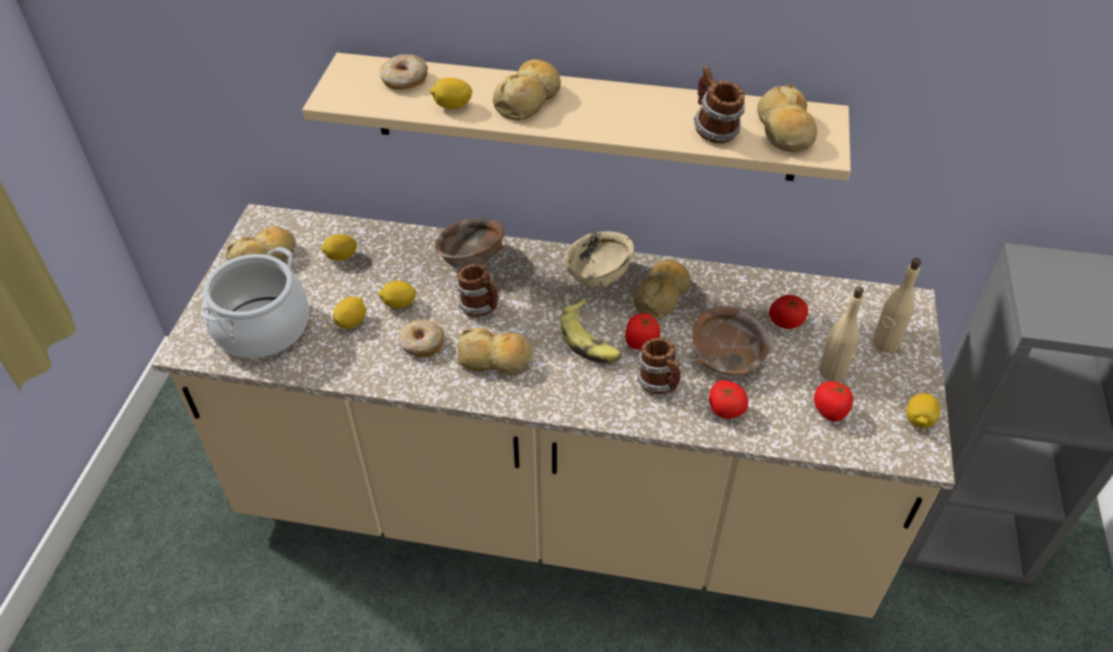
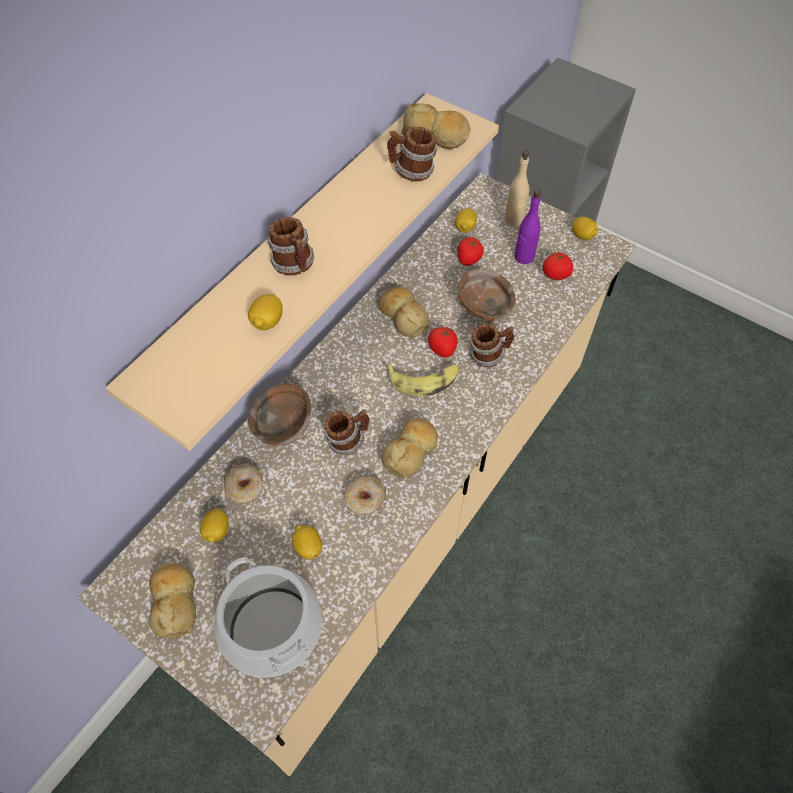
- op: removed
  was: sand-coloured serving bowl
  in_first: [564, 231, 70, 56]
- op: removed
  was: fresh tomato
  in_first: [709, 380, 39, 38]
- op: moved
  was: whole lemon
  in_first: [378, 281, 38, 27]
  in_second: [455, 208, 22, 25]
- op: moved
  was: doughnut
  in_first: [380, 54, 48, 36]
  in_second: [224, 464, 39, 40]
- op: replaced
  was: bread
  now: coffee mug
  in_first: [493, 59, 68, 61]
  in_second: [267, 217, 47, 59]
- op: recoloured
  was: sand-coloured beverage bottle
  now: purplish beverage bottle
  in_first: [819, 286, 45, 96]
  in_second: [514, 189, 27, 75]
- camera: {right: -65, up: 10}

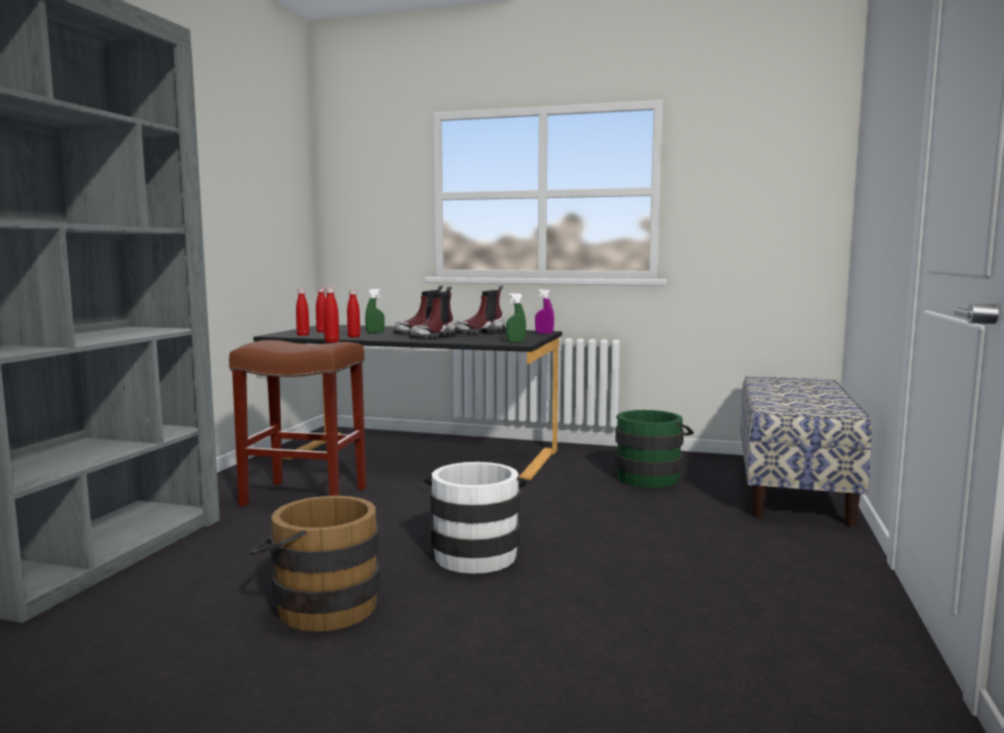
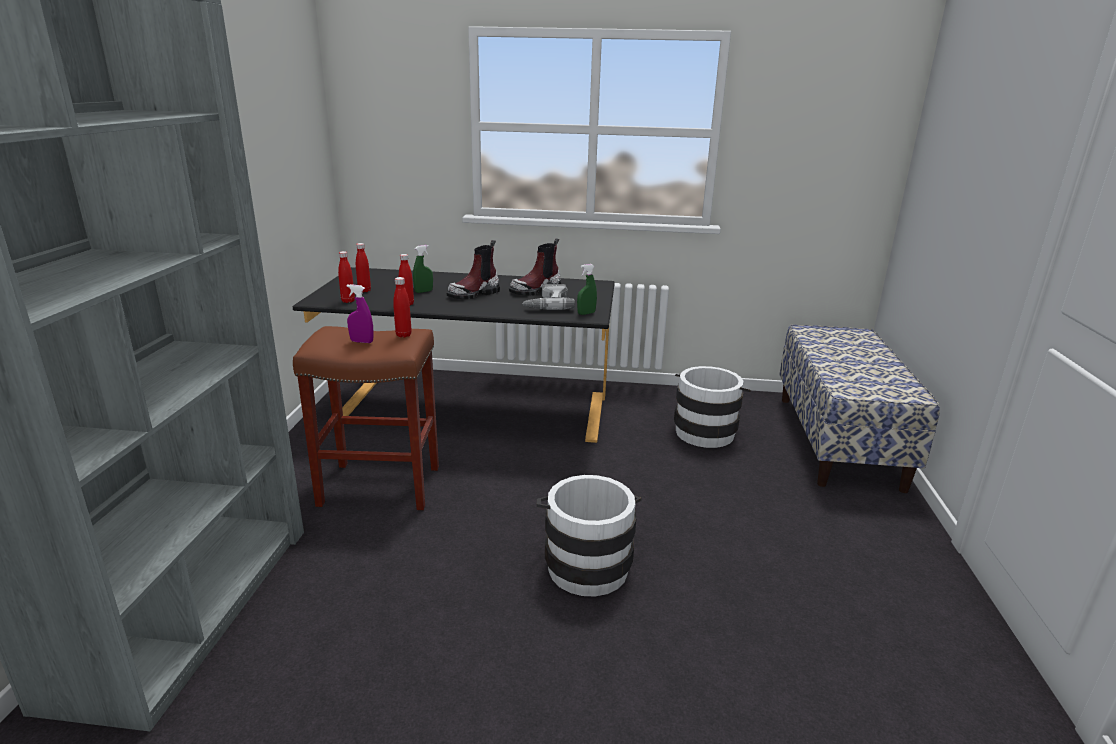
- op: removed
  was: brownish water bucket
  in_first: [249, 496, 131, 136]
- op: removed
  was: tall boot
  in_first: [409, 287, 47, 53]
- op: added
  now: power drill
  in_second: [522, 284, 53, 26]
- op: moved
  was: purplish spray bottle
  in_first: [535, 289, 19, 45]
  in_second: [347, 284, 27, 59]
- op: recoloured
  was: green-coloured water bucket
  now: white-coloured water bucket
  in_first: [615, 410, 79, 78]
  in_second: [674, 366, 77, 82]
- camera: {right: -10, up: 15}

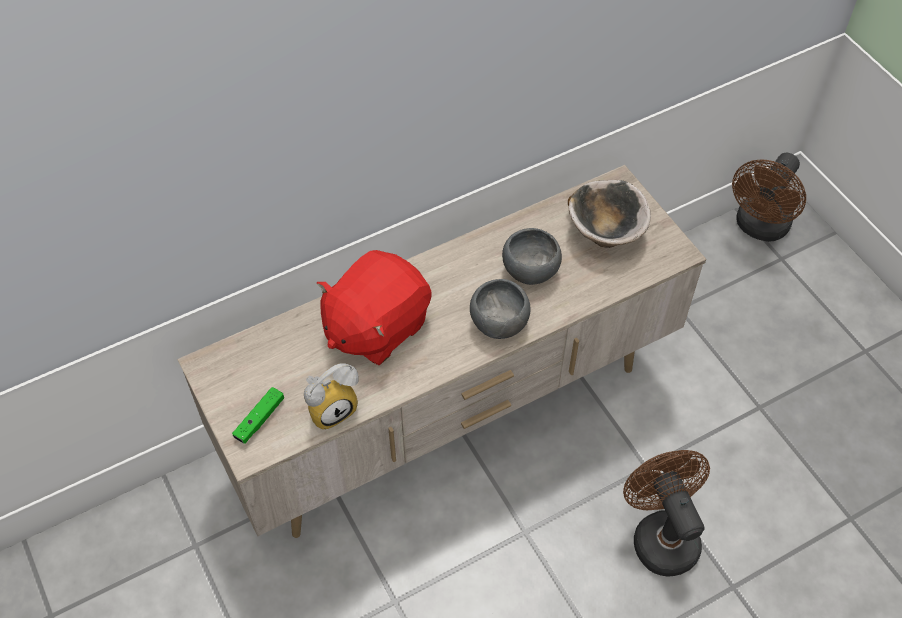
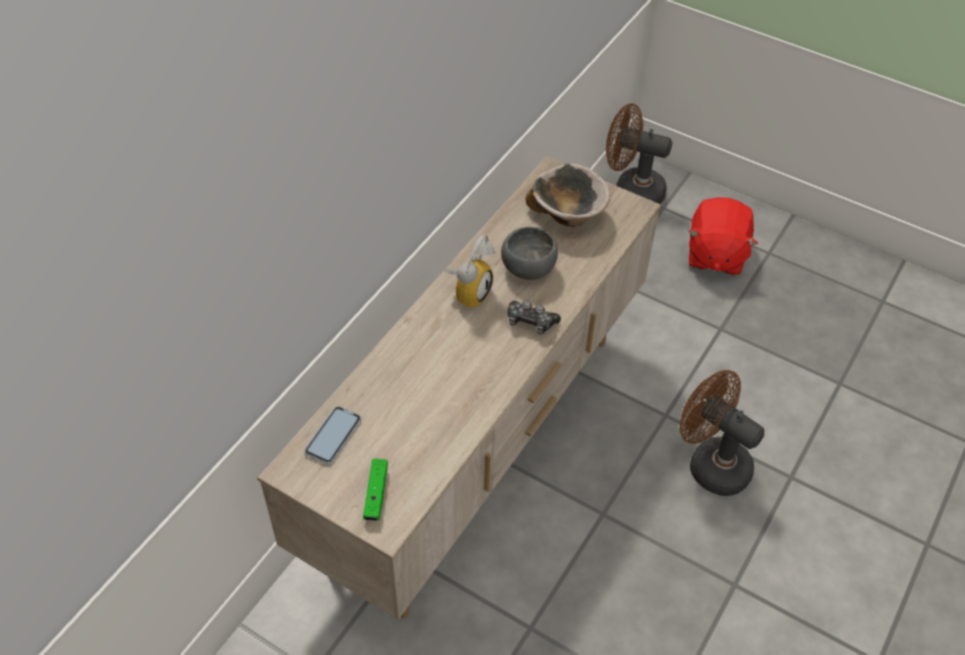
- op: added
  now: phone
  in_second: [305, 406, 56, 58]
- op: moved
  was: table clock
  in_first: [304, 363, 55, 67]
  in_second: [444, 235, 51, 74]
- op: moved
  was: red cuddly toy
  in_first: [317, 250, 115, 115]
  in_second: [688, 197, 70, 78]
- op: replaced
  was: greyish serving bowl
  now: game controller
  in_first: [470, 279, 60, 60]
  in_second: [508, 300, 53, 34]
- op: turned
  was: brownish electric fan
  in_first: [732, 153, 74, 89]
  in_second: [606, 103, 66, 101]
  clockwise: 105
- camera: {right: -30, up: -5}

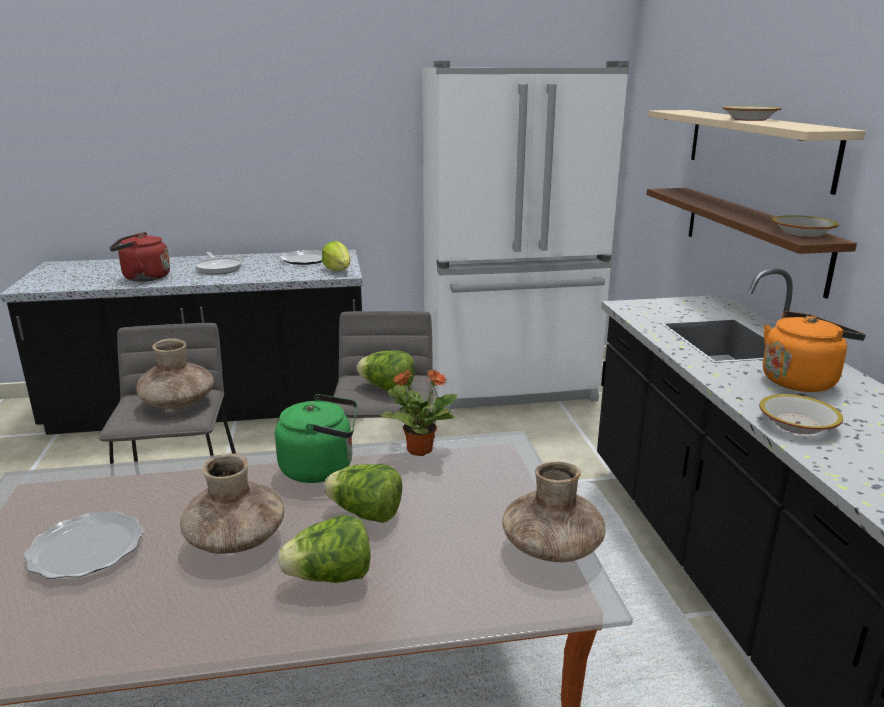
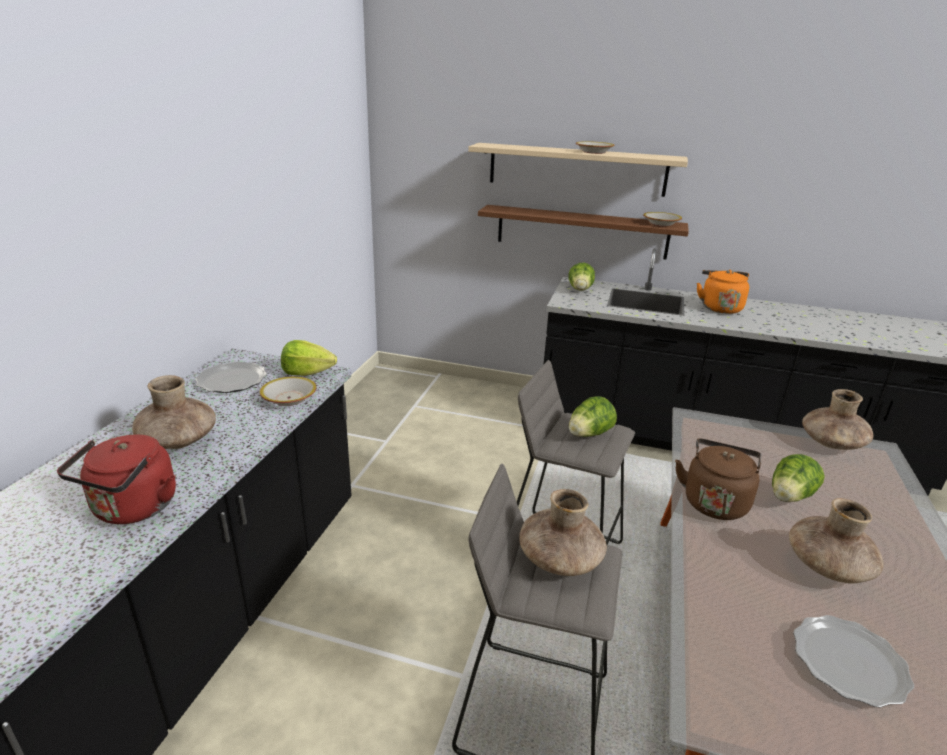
- op: removed
  was: potted plant
  in_first: [380, 370, 77, 86]
- op: removed
  was: white-coloured kitchen fridge
  in_first: [422, 61, 207, 351]
- op: moved
  was: head of lettuce
  in_first: [278, 515, 92, 68]
  in_second: [568, 263, 27, 28]
- op: moved
  was: serving bowl
  in_first: [759, 394, 84, 40]
  in_second: [260, 376, 57, 30]
- op: replaced
  was: frying pan
  now: brownish decorative vase
  in_first: [195, 252, 47, 22]
  in_second: [132, 375, 84, 74]
- op: recoloured
  was: green-coloured kettle
  now: brownish kettle
  in_first: [275, 394, 82, 89]
  in_second: [675, 438, 86, 82]
- camera: {right: -65, up: 5}

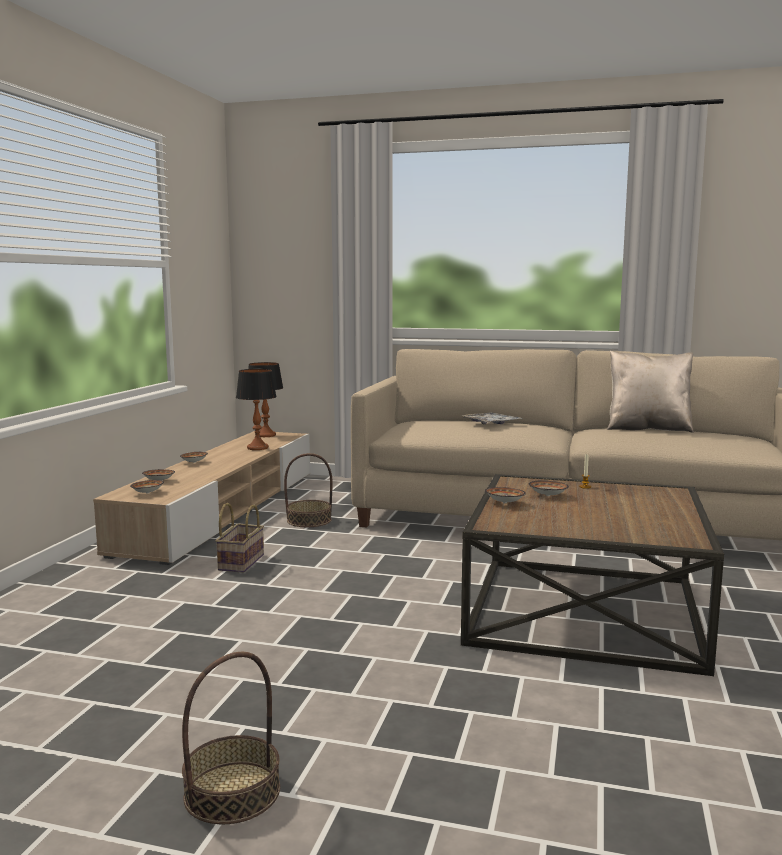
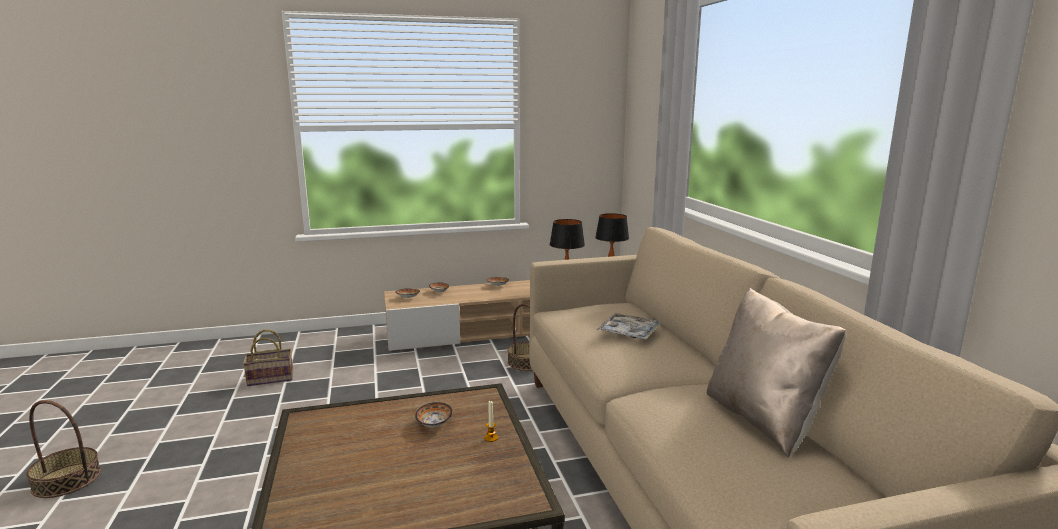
- op: removed
  was: serving bowl
  in_first: [485, 487, 41, 16]
- op: moved
  was: storage basket
  in_first: [215, 503, 49, 70]
  in_second: [243, 330, 50, 56]
- camera: {right: 60, up: 5}

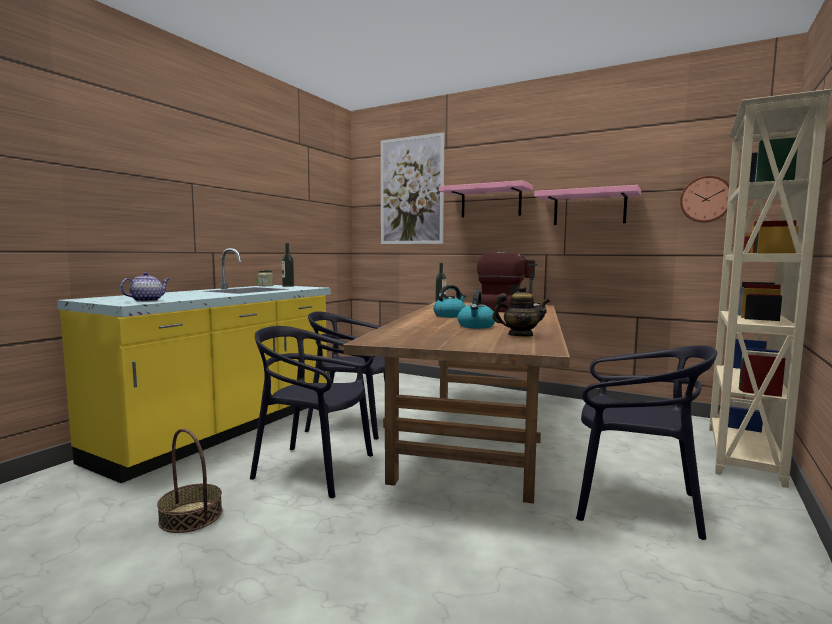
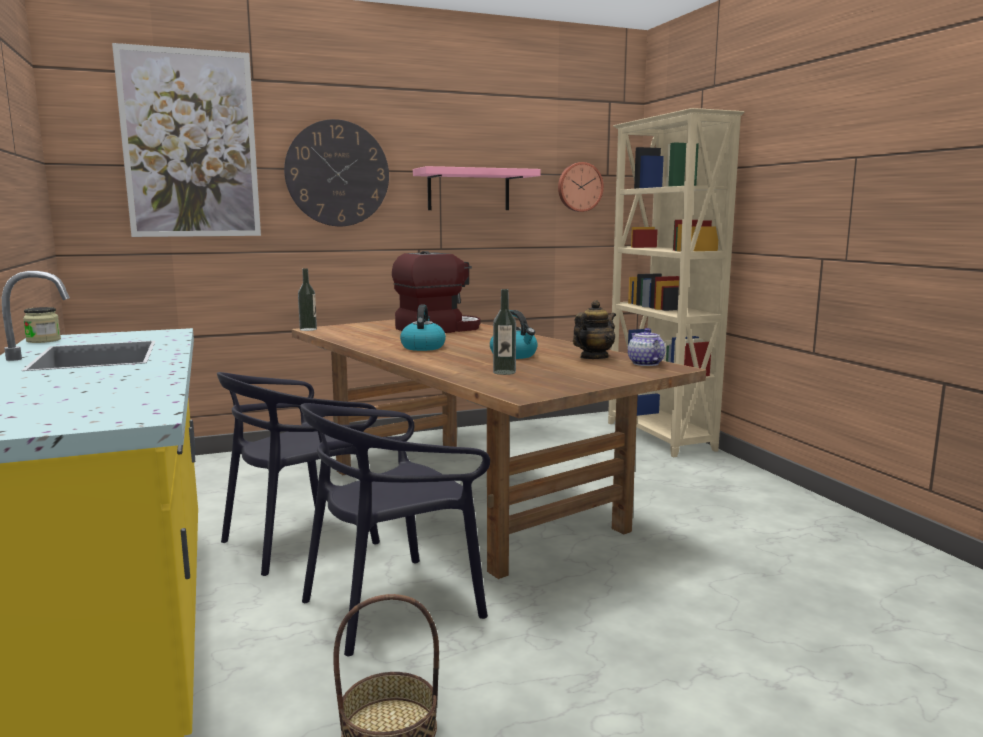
- op: removed
  was: black-coloured plain chair
  in_first: [576, 345, 141, 195]
- op: moved
  was: teapot
  in_first: [120, 272, 49, 30]
  in_second: [628, 328, 38, 38]
- op: moved
  was: beverage bottle
  in_first: [281, 243, 13, 44]
  in_second: [493, 289, 23, 86]
- op: replaced
  was: pink-coloured bracket shelf
  now: hanging clock
  in_first: [439, 180, 94, 38]
  in_second: [284, 119, 105, 107]
- camera: {right: -50, up: 5}

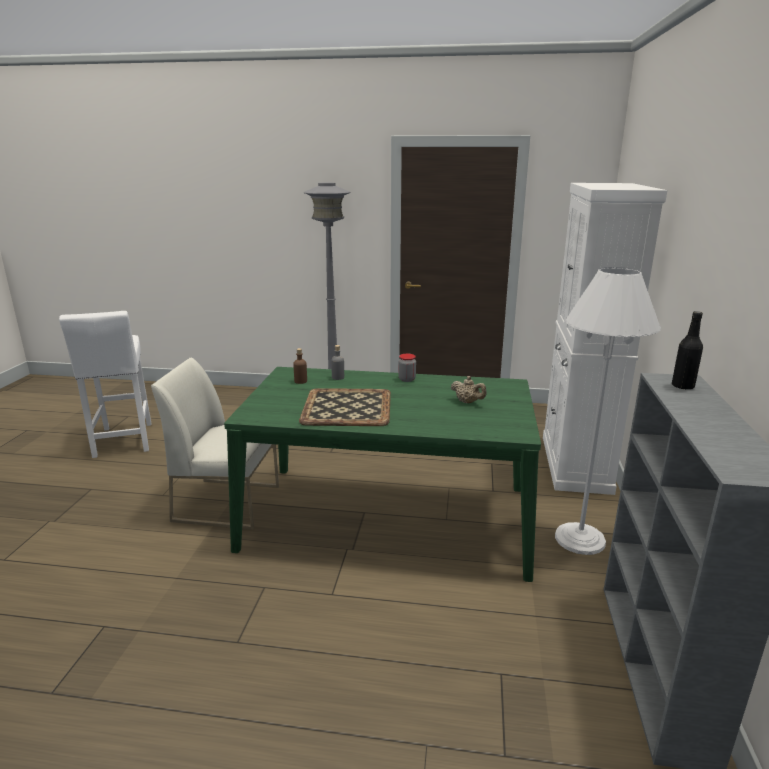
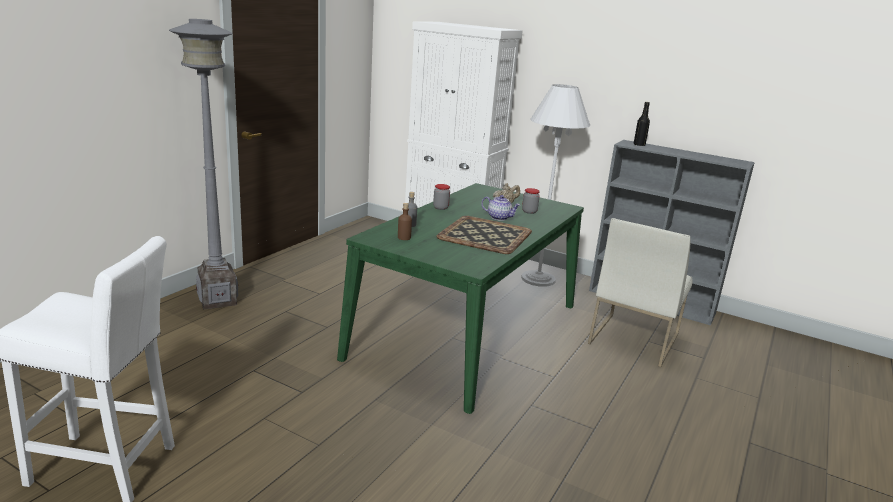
- op: added
  now: teapot
  in_second: [481, 195, 39, 26]
- op: added
  now: jar
  in_second: [522, 188, 18, 26]
- op: moved
  was: white-coloured plain chair
  in_first: [151, 357, 128, 173]
  in_second: [588, 218, 105, 149]
- camera: {right: -70, up: 0}

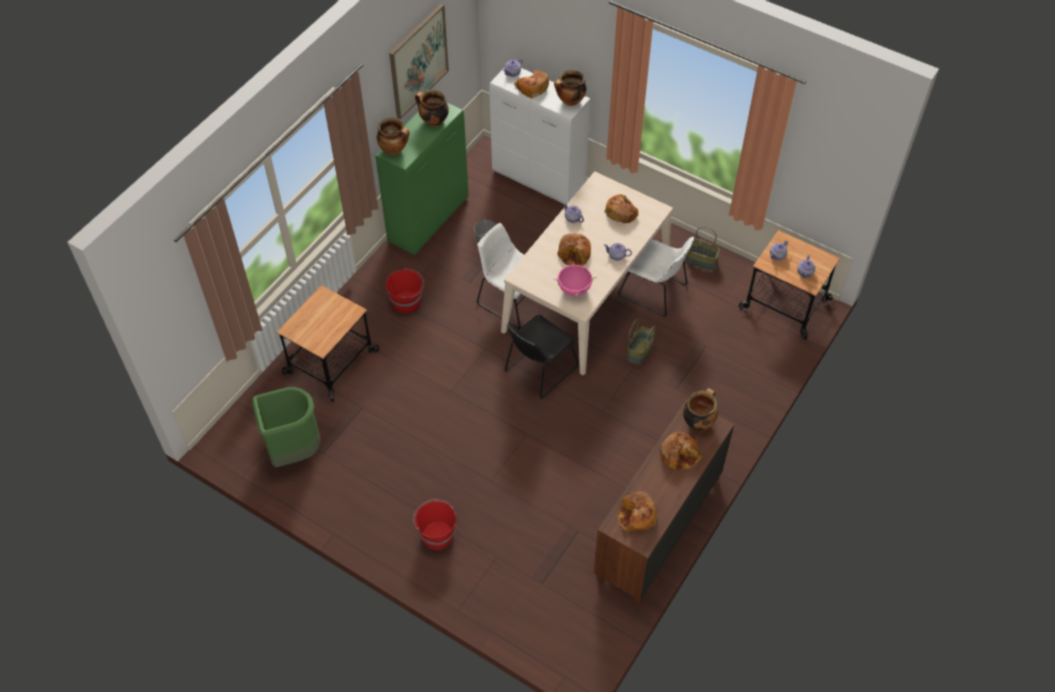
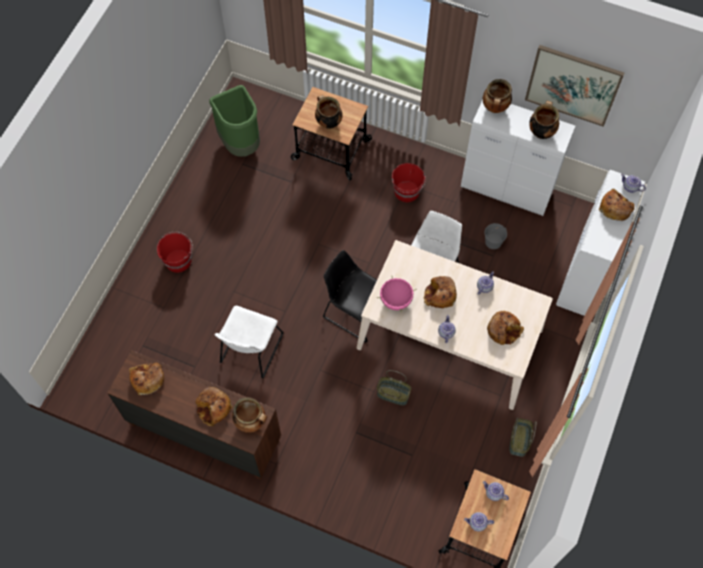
- op: moved
  was: saucepot
  in_first: [554, 70, 32, 36]
  in_second: [315, 95, 28, 34]
- op: moved
  was: white-coloured plain chair
  in_first: [618, 237, 76, 80]
  in_second: [215, 306, 69, 72]
- op: recoloured
  was: green-coloured cabinet
  now: white-coloured cabinet
  in_first: [375, 103, 94, 152]
  in_second: [461, 100, 114, 116]
- camera: {right: 80, up: 10}

